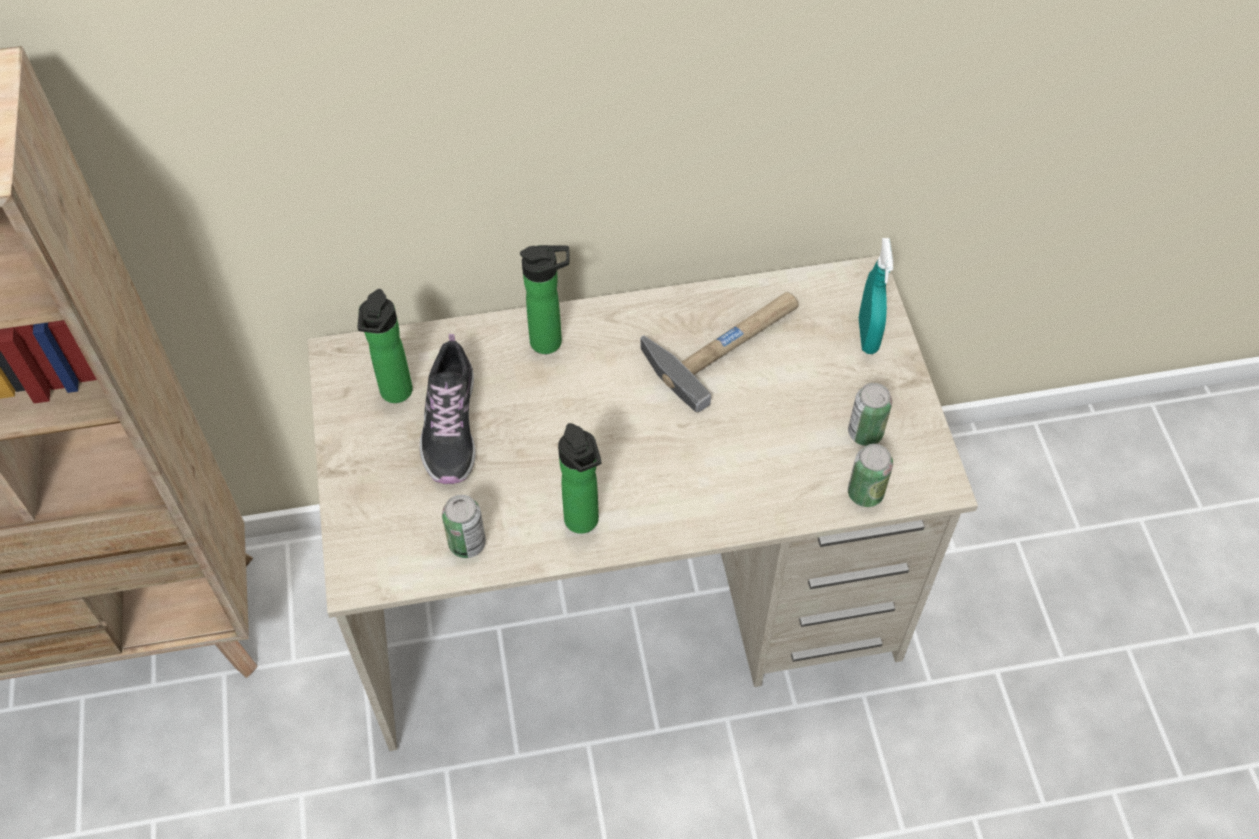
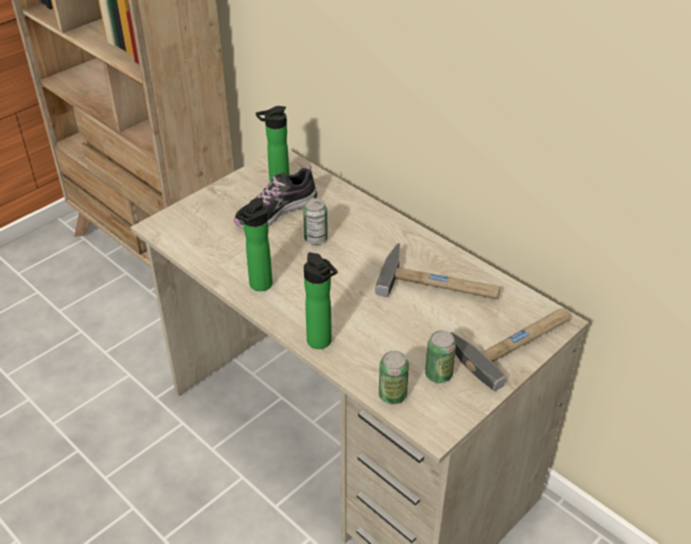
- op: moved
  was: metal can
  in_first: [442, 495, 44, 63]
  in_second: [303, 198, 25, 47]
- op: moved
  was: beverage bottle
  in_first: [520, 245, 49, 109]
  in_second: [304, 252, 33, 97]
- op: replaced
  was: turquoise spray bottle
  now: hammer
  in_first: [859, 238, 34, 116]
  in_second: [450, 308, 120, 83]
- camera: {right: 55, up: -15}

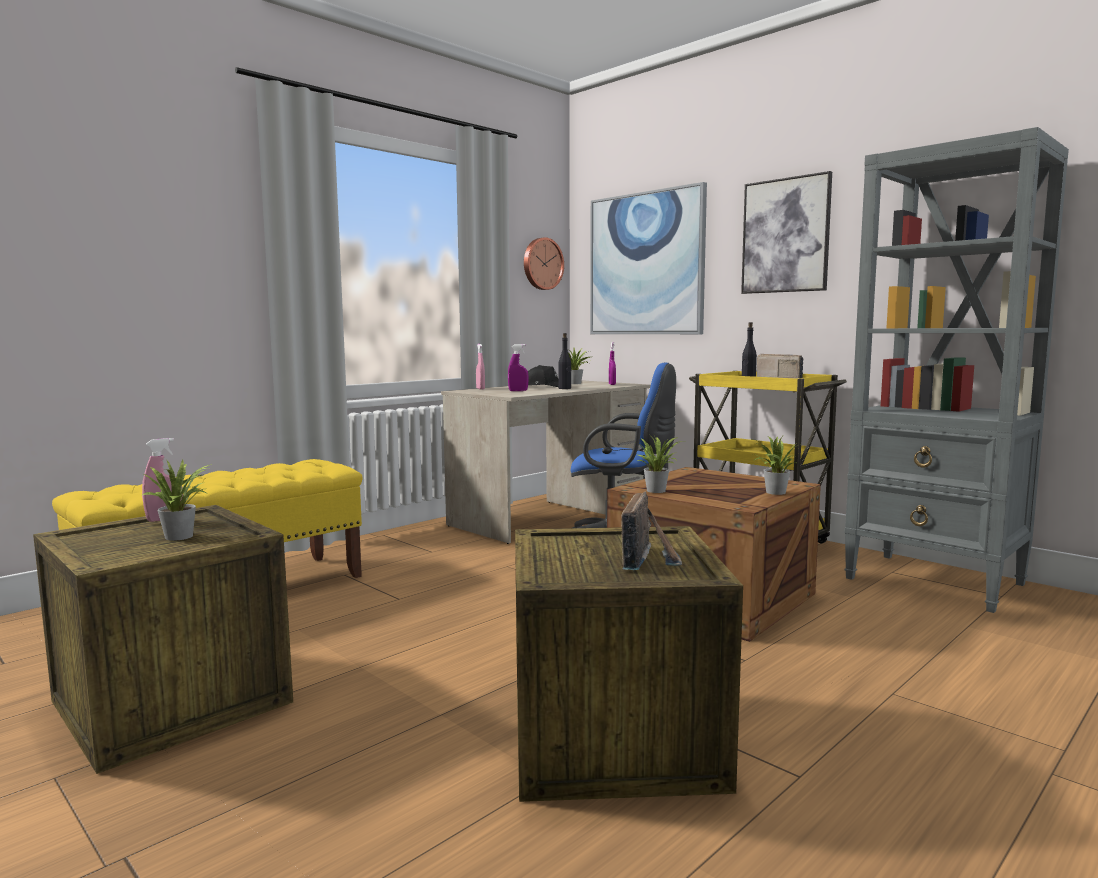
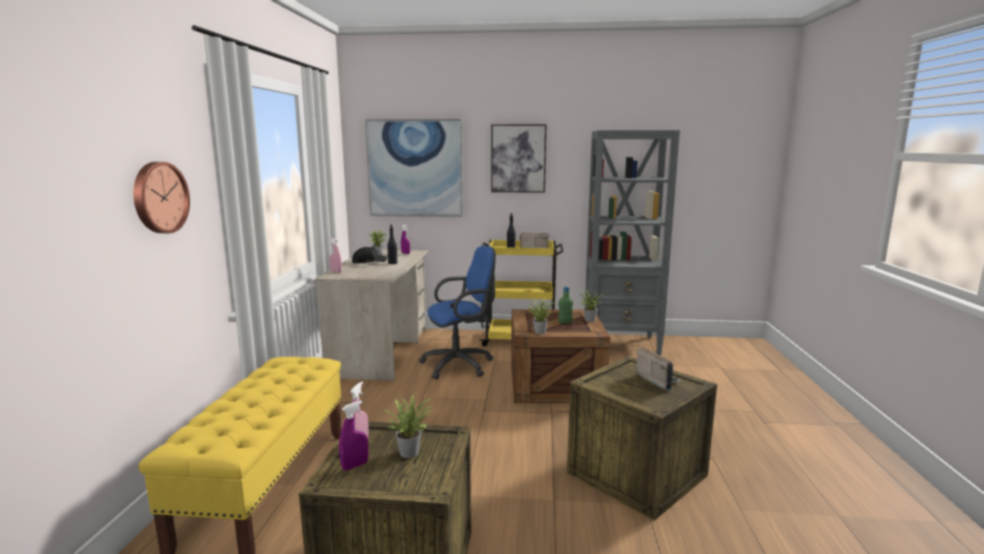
- op: added
  now: green-coloured beverage bottle
  in_second: [558, 286, 15, 38]
- op: moved
  was: purplish spray bottle
  in_first: [508, 344, 21, 47]
  in_second: [339, 401, 30, 69]
- op: moved
  was: hanging clock
  in_first: [524, 237, 40, 53]
  in_second: [133, 162, 57, 71]
- camera: {right: -40, up: 5}

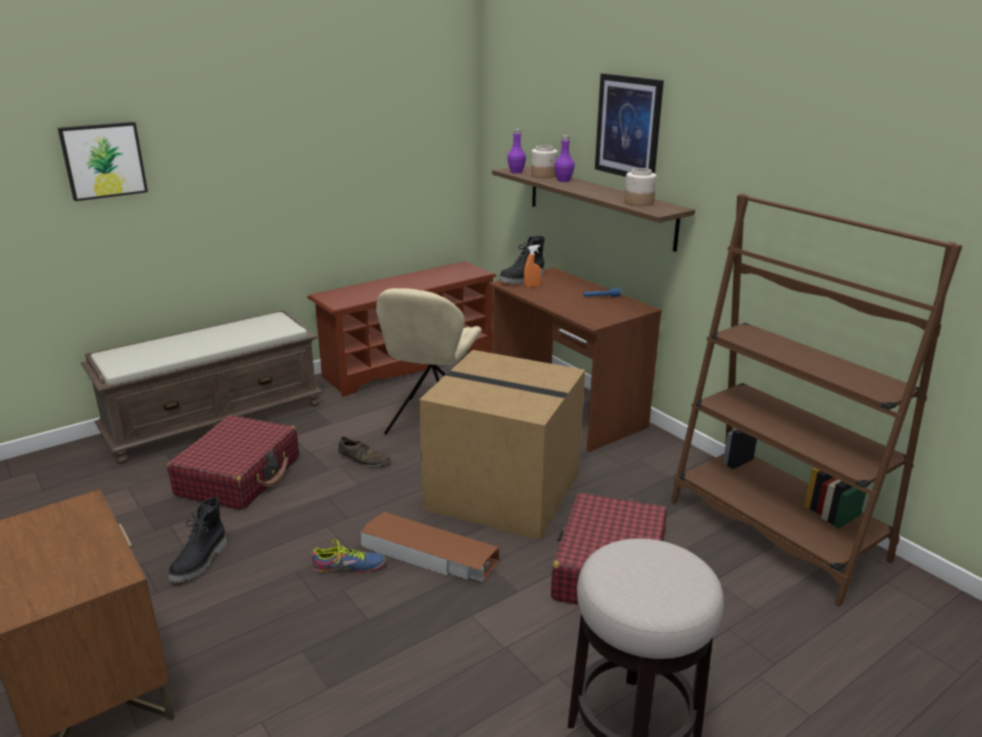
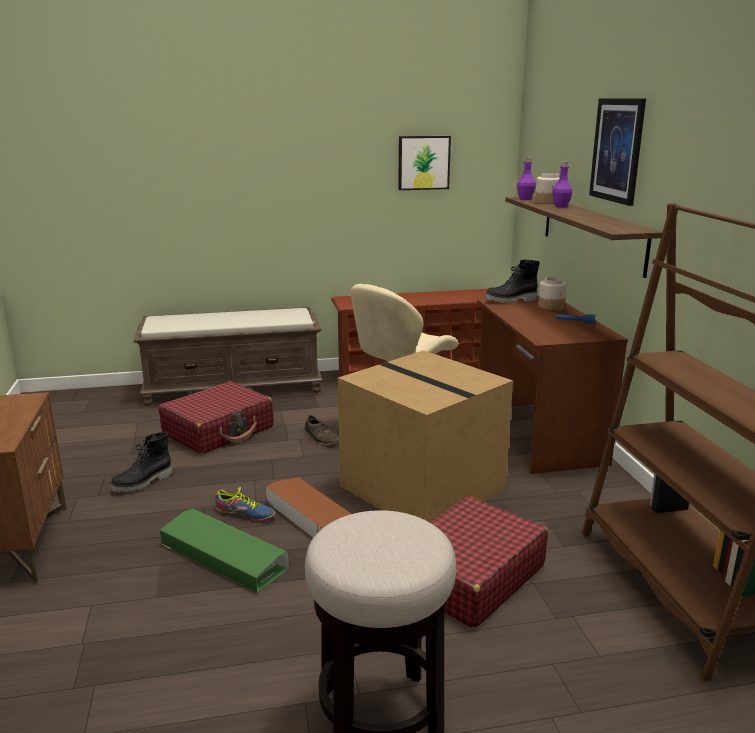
- op: removed
  was: orangey spray bottle
  in_first: [524, 245, 17, 43]
- op: added
  now: green-coloured storage bin
  in_second: [160, 508, 129, 84]
- op: moved
  was: wall art
  in_first: [58, 122, 90, 79]
  in_second: [398, 136, 53, 54]
- op: moved
  was: jar
  in_first: [624, 168, 33, 38]
  in_second: [538, 277, 29, 33]
- camera: {right: 25, up: -5}

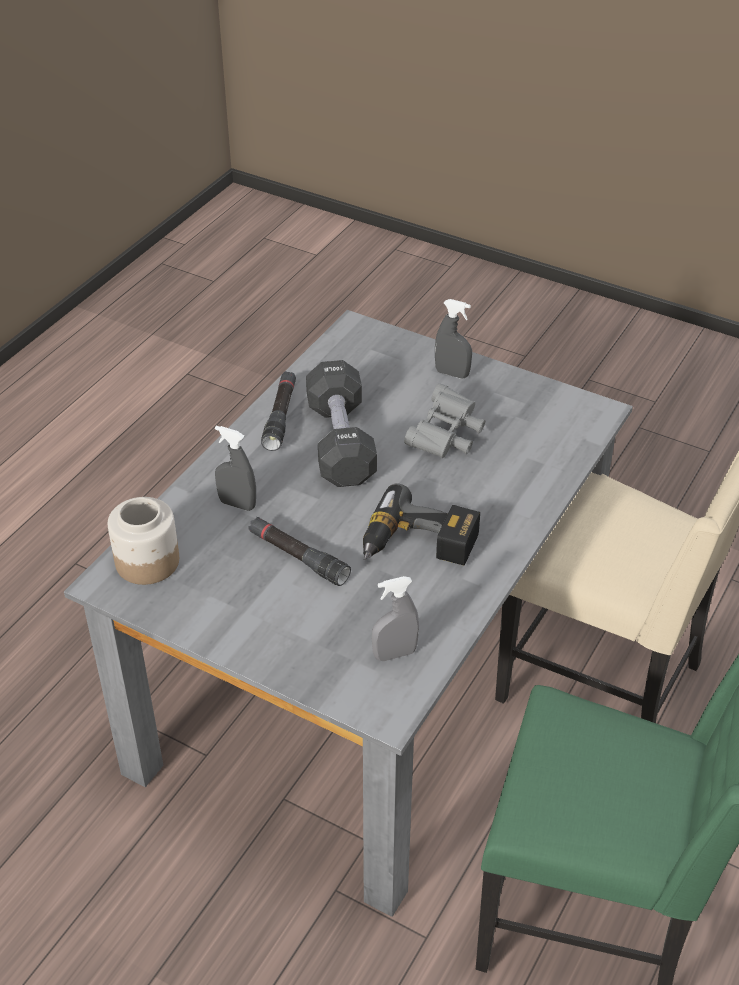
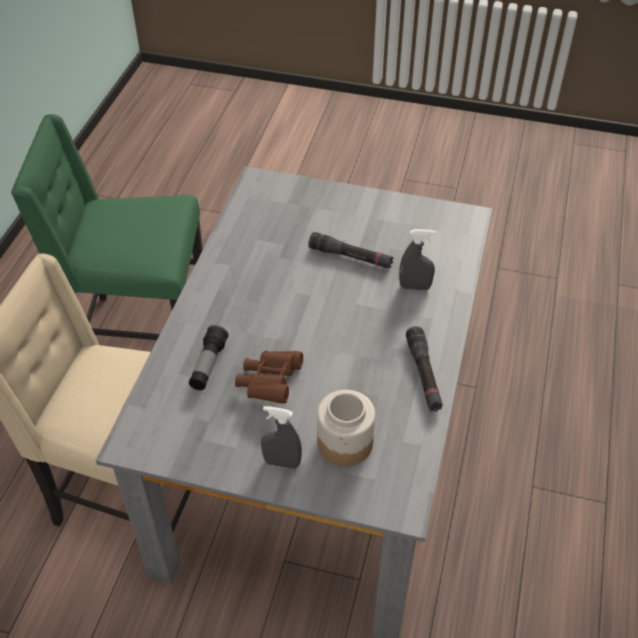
- op: removed
  was: black-coloured hand weight
  in_first: [306, 360, 71, 127]
- op: removed
  was: power drill
  in_first: [363, 484, 117, 82]
- op: removed
  was: greyish spray bottle
  in_first: [372, 576, 47, 85]
- op: added
  now: hand torch
  in_second: [189, 325, 40, 65]
- op: moved
  was: jar
  in_first: [108, 497, 71, 88]
  in_second: [317, 390, 58, 77]
- op: recoloured
  was: greyish binoculars
  now: brownish binoculars
  in_first: [404, 384, 81, 74]
  in_second: [235, 351, 68, 53]
- camera: {right: 165, up: 5}

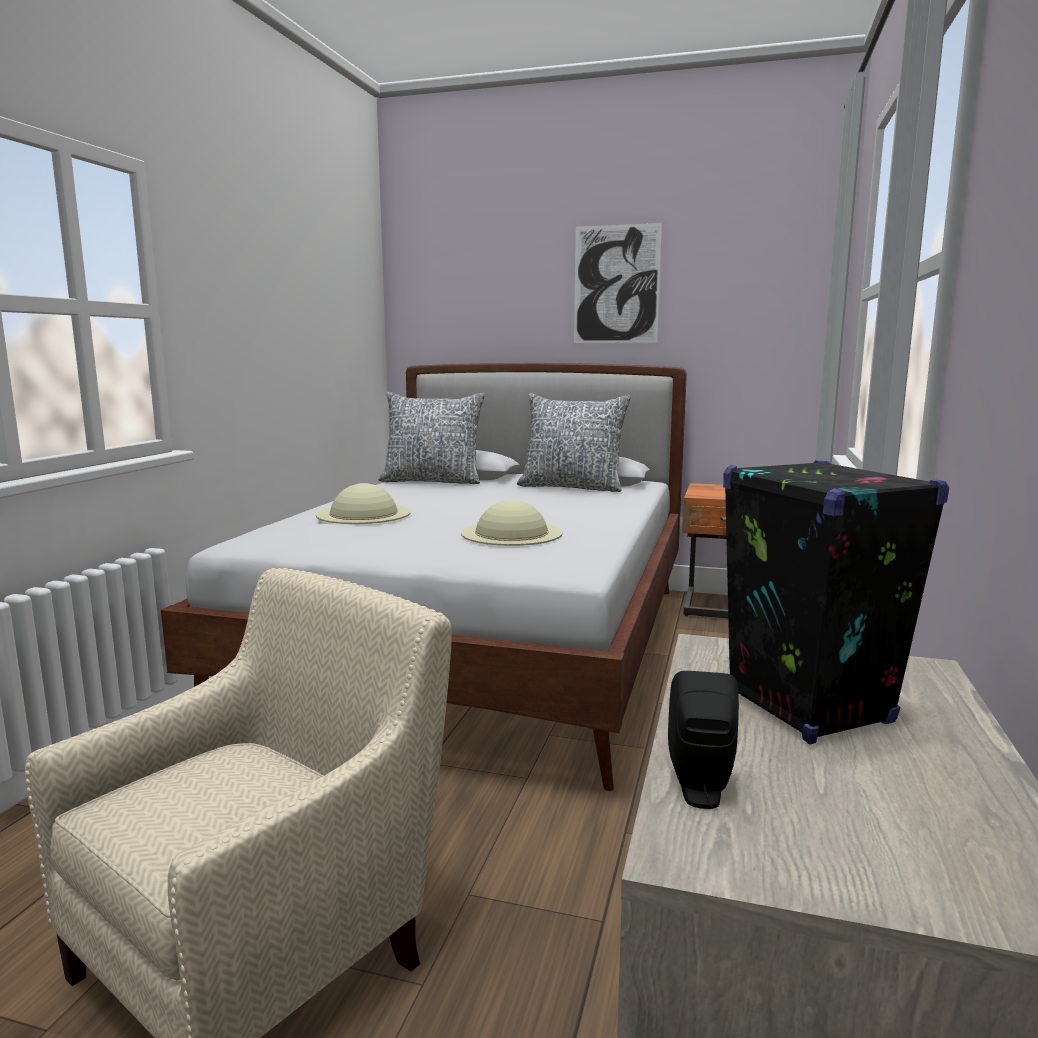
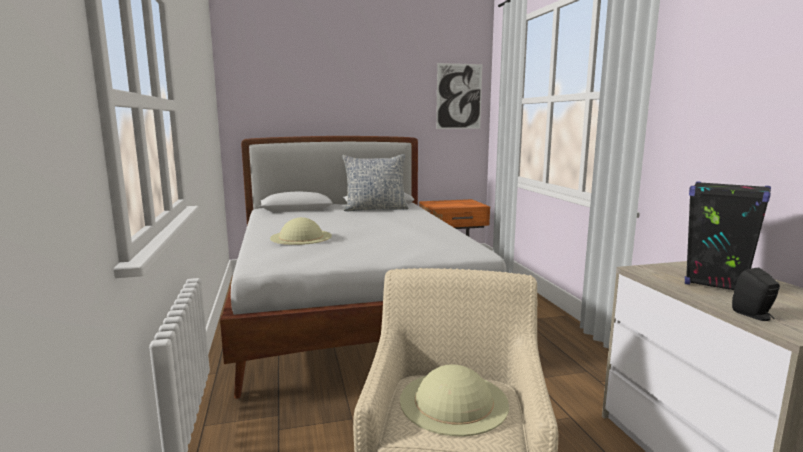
- op: removed
  was: throw pillow
  in_first: [378, 392, 107, 92]
- op: moved
  was: sand-coloured clothing hat
  in_first: [461, 500, 102, 46]
  in_second: [400, 364, 109, 72]
- op: moved
  was: wall art
  in_first: [574, 223, 88, 120]
  in_second: [436, 63, 46, 66]
- camera: {right: -30, up: 0}

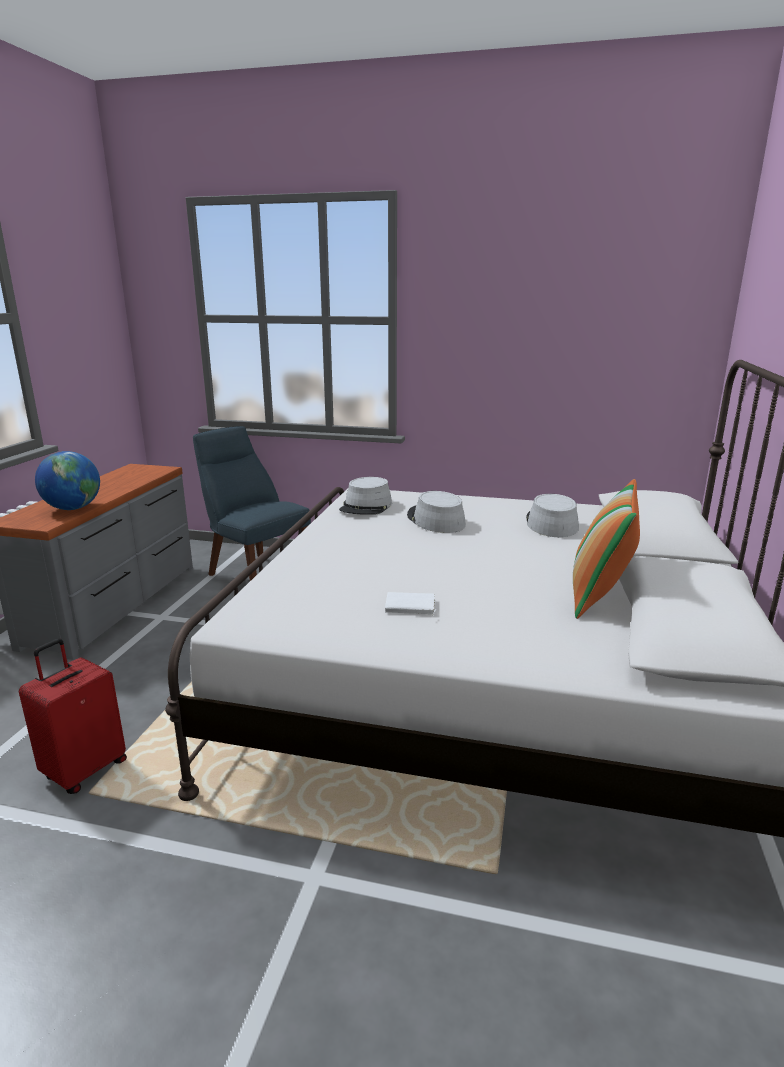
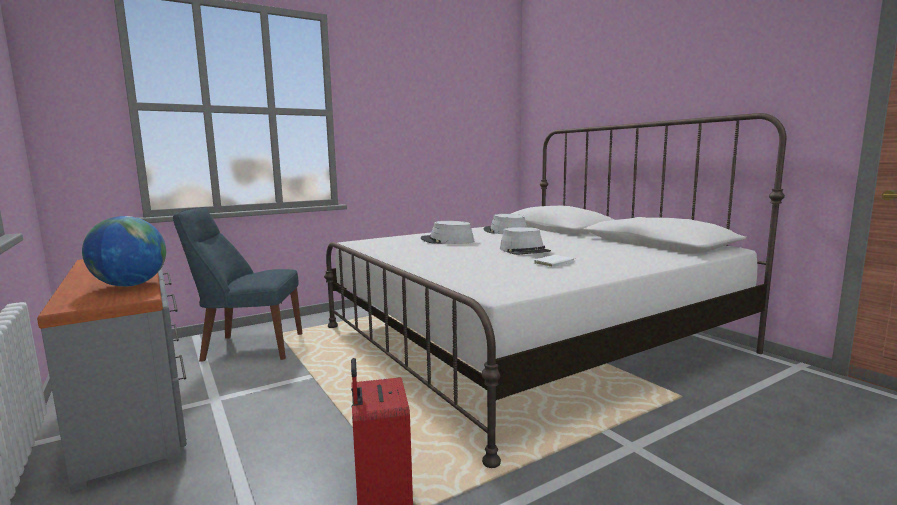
- op: removed
  was: throw pillow
  in_first: [573, 479, 67, 140]
- op: moved
  was: greyish clothing hat
  in_first: [339, 477, 53, 38]
  in_second: [500, 227, 51, 28]
- camera: {right: -45, up: -10}

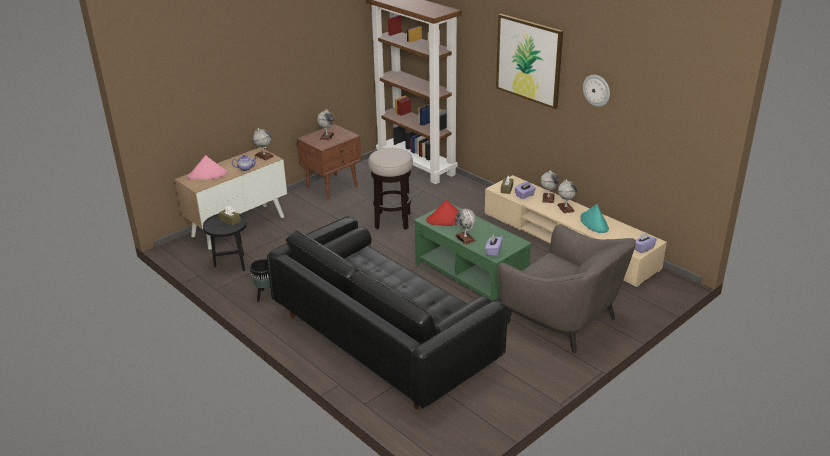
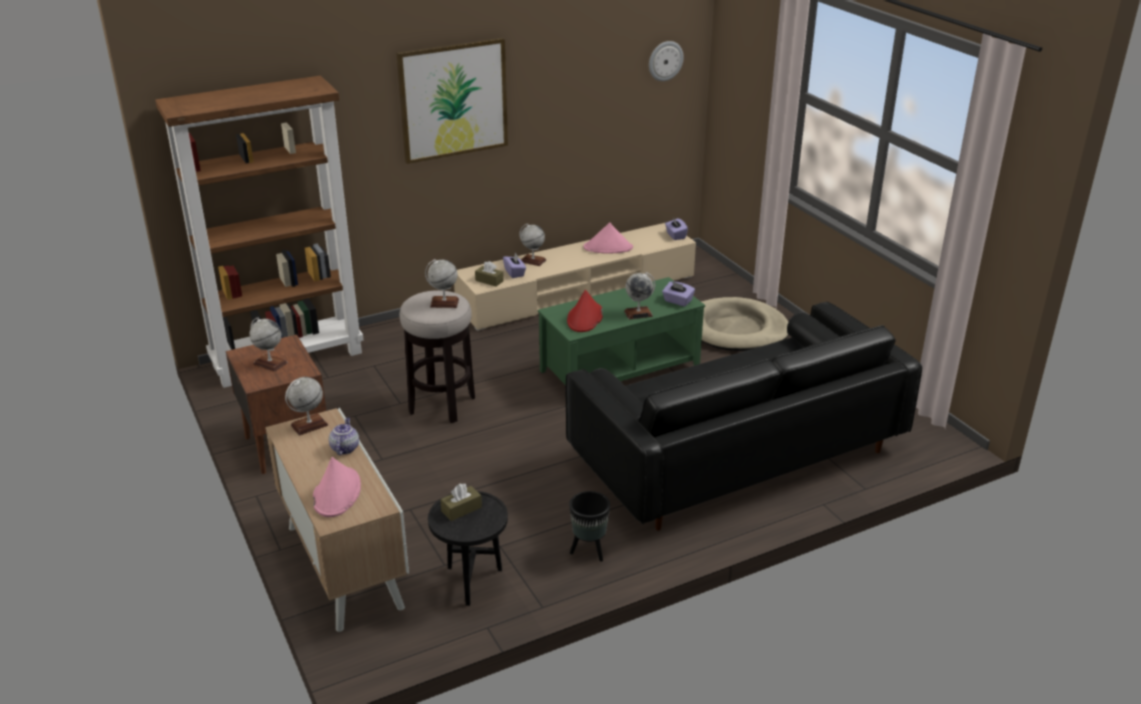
- op: moved
  was: desk globe
  in_first: [557, 179, 20, 34]
  in_second: [425, 259, 34, 49]
- op: moved
  was: hanging clock
  in_first: [583, 75, 27, 32]
  in_second: [649, 41, 35, 40]
- op: replaced
  was: greyish easy chair
  now: sand-coloured dog bed
  in_first: [497, 224, 139, 129]
  in_second: [701, 297, 88, 54]
- op: recoloured
  was: turquoise clothing hat
  now: pink-coloured clothing hat
  in_first: [580, 204, 29, 29]
  in_second: [583, 222, 50, 31]
- camera: {right: -75, up: 0}

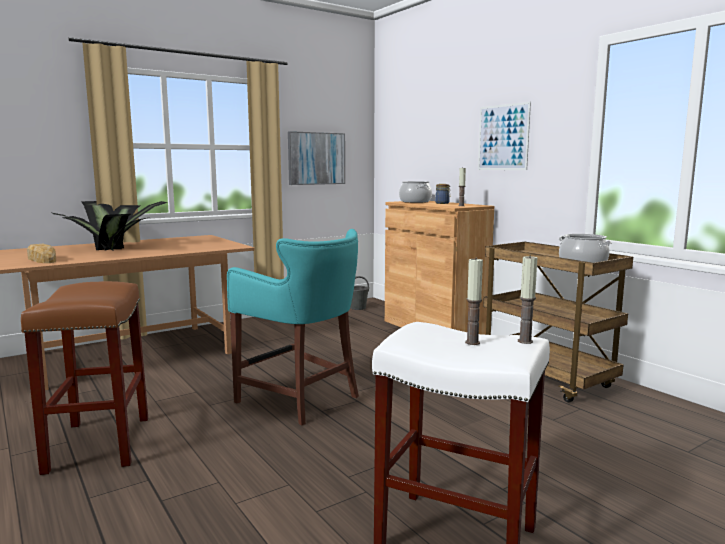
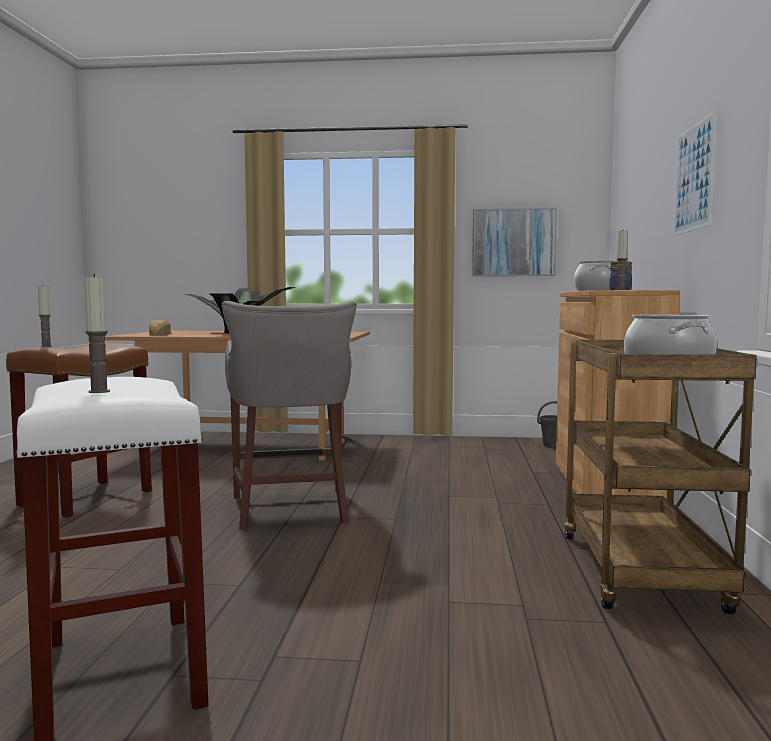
- op: moved
  was: wax light
  in_first: [518, 255, 19, 89]
  in_second: [38, 286, 14, 61]
- op: recoloured
  was: turquoise stool seat
  now: greyish stool seat
  in_first: [227, 229, 132, 197]
  in_second: [222, 301, 135, 229]
- camera: {right: 40, up: -5}

